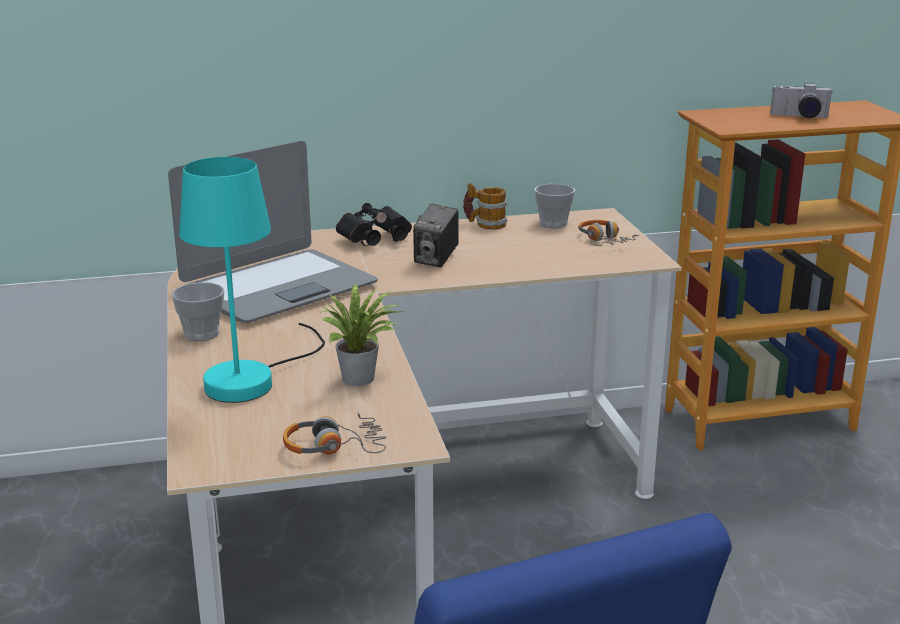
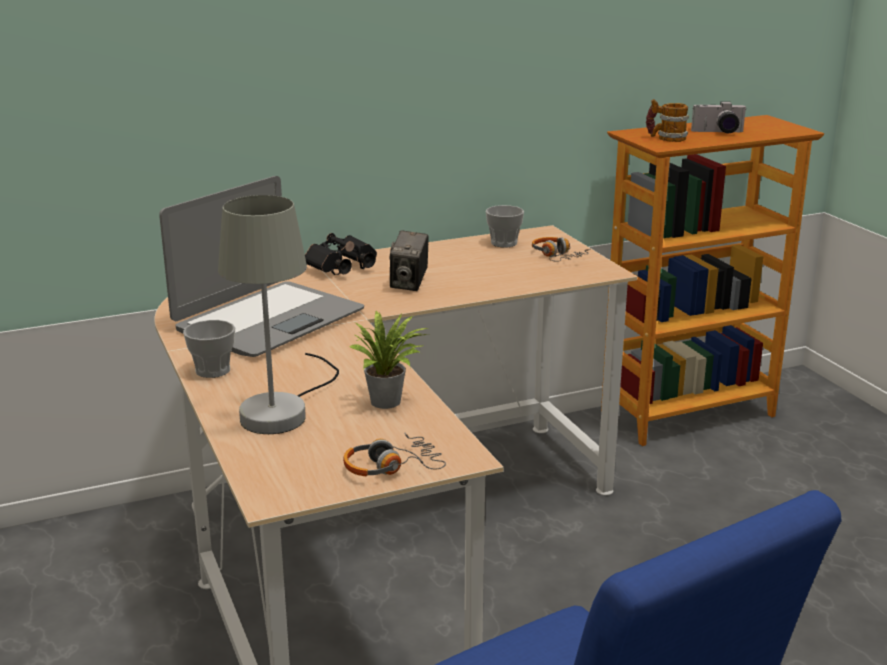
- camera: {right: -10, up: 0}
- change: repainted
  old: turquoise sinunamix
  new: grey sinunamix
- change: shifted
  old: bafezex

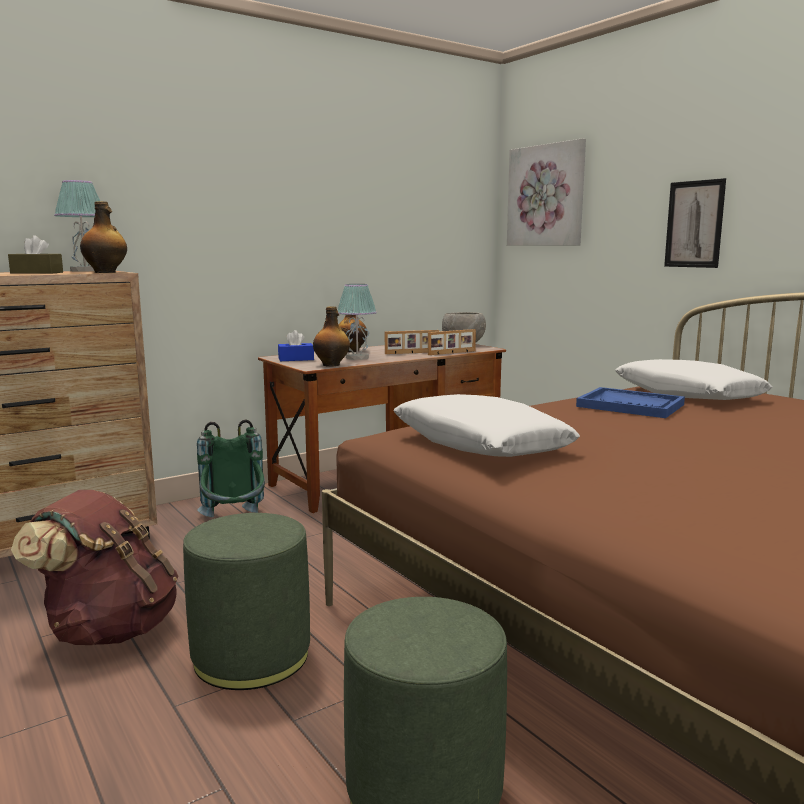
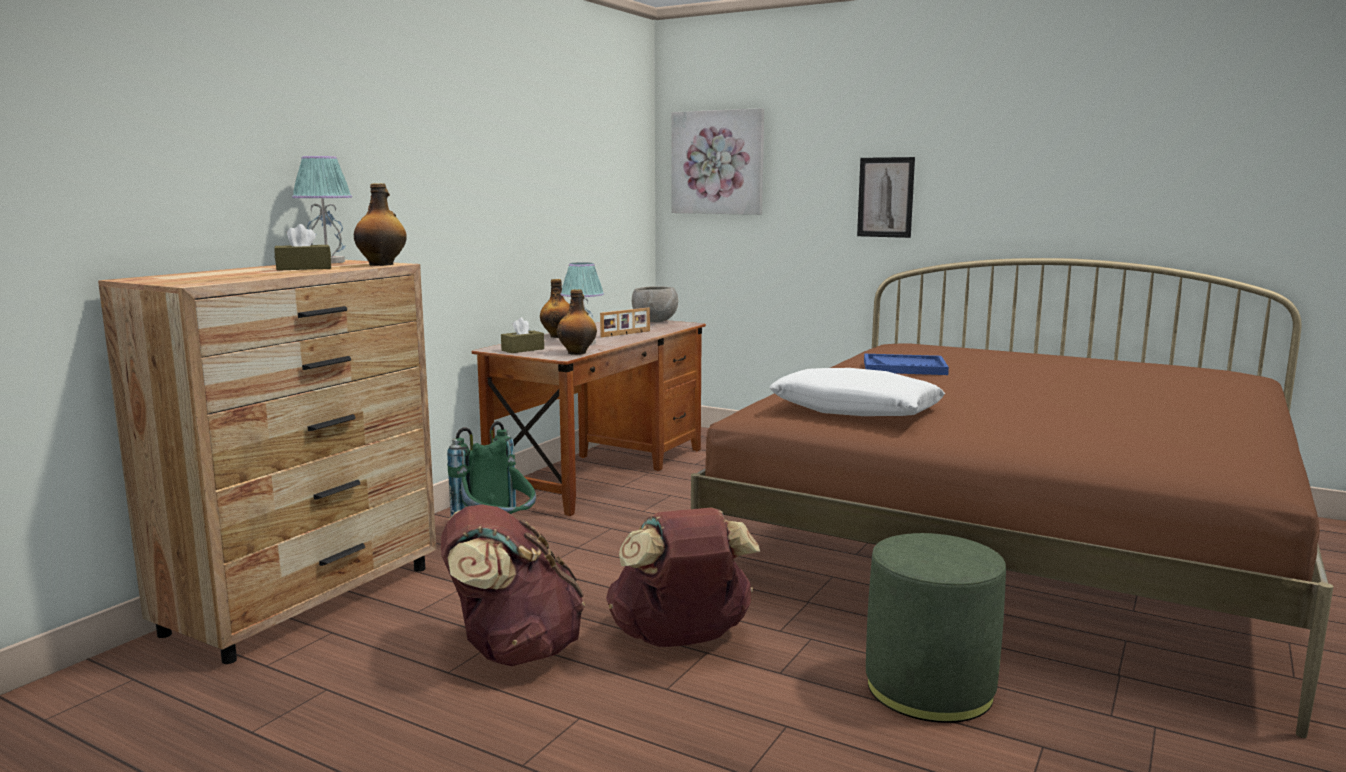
- camera: {right: -25, up: 0}
- change: gone
  old: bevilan (no. 2 from left)
- change: repainted
  old: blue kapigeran
  new: brown kapigeran (no. 2 from left)
- change: gone
  old: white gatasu (no. 2 from left)
- change: swapped
  old: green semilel (no. 1 from left)
  new: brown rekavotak (no. 2 from left)

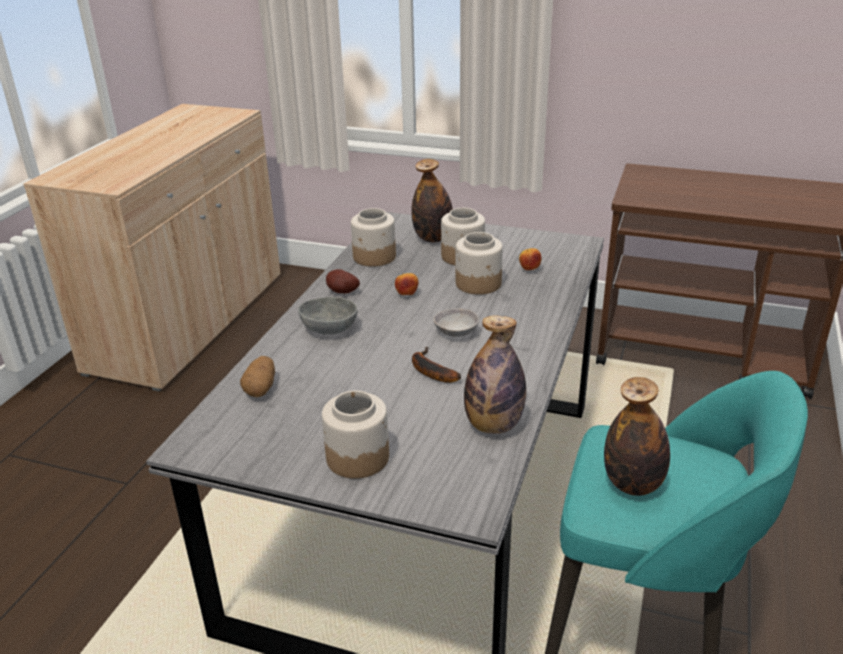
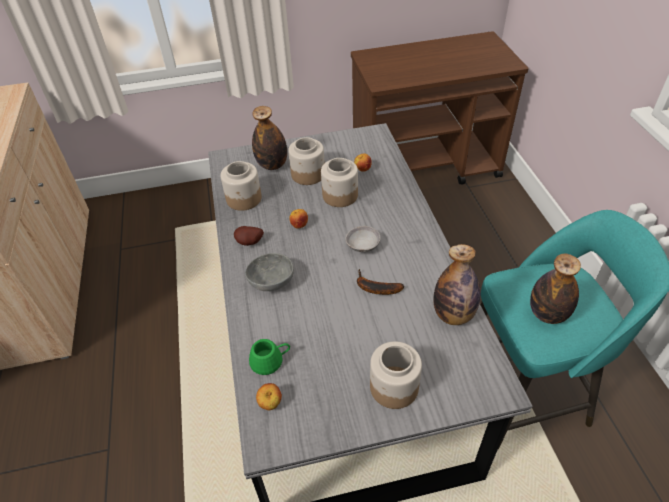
- camera: {right: -30, up: 15}
- change: swapped
  old: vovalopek (no. 1 from left)
  new: green bafezex
- change: new
  new: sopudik (no. 1 from left)

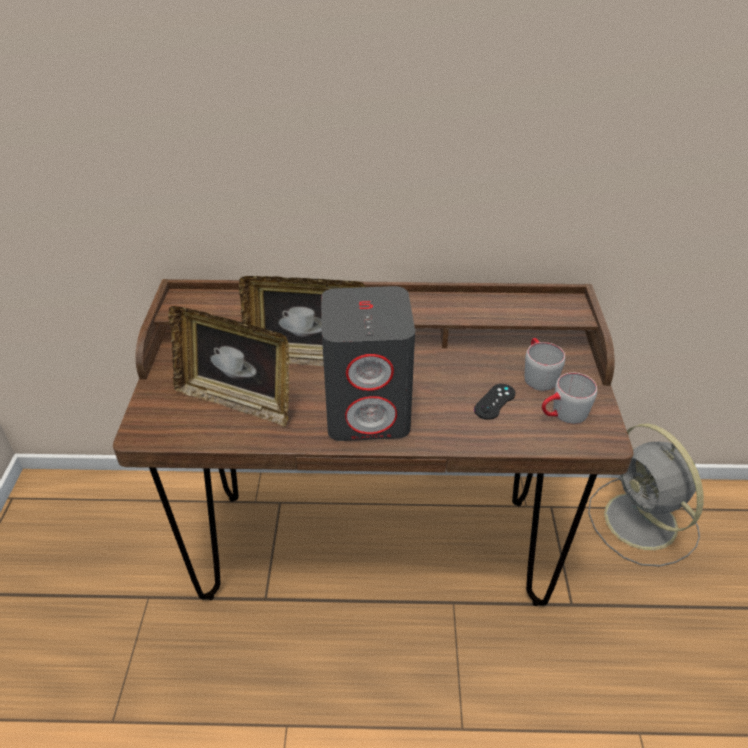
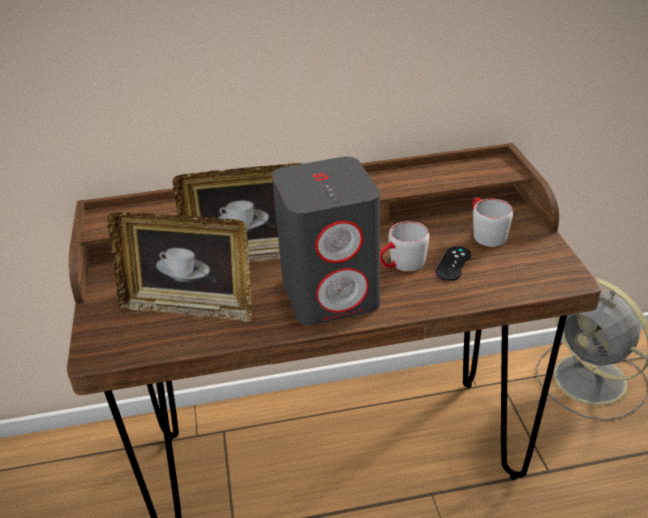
- camera: {right: -10, up: -5}
- change: shifted
  old: grey bafezex (no. 2 from left in the first image)
  new: grey bafezex (no. 1 from left)

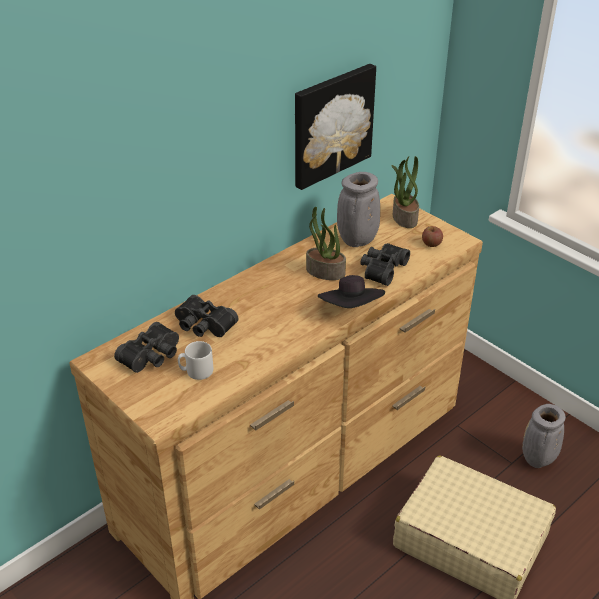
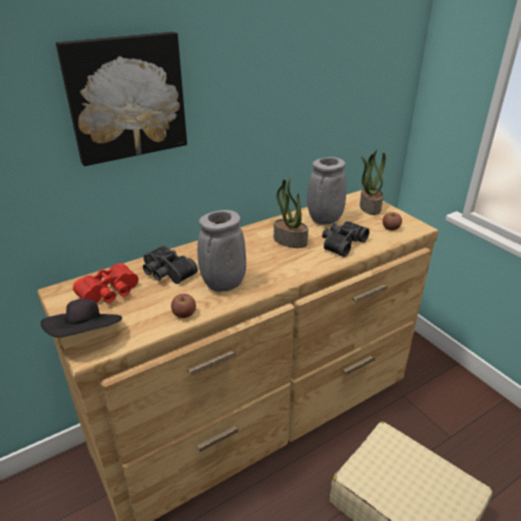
- camera: {right: 10, up: -5}
- change: shifted
  old: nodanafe
- change: shifted
  old: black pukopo
- change: repainted
  old: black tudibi (no. 1 from left)
  new: red tudibi
- change: gone
  old: grey bafezex
- change: shifted
  old: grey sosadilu (no. 2 from left in the first image)
  new: grey sosadilu (no. 1 from left)
- change: new
  new: sopudik (no. 1 from left)

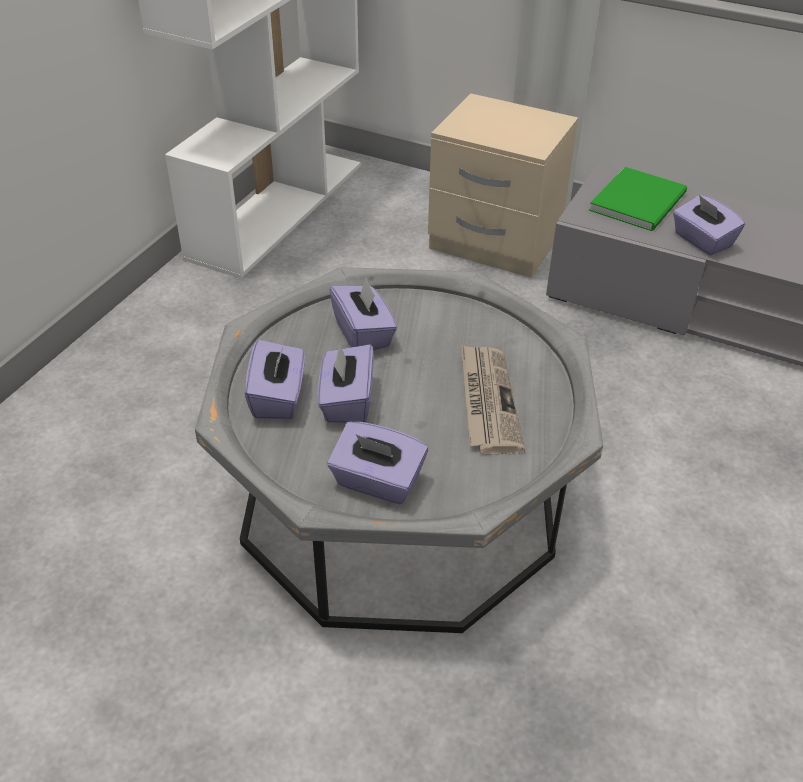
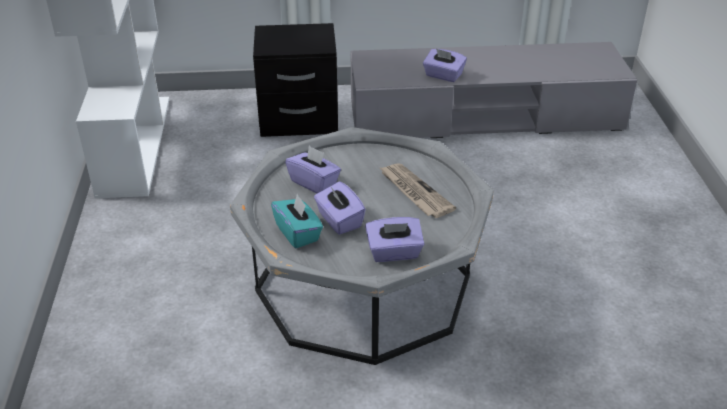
- camera: {right: -30, up: -5}
- change: repainted
  old: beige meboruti
  new: black meboruti
- change: gone
  old: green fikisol
- change: repainted
  old: purple kapigeran (no. 1 from left)
  new: turquoise kapigeran

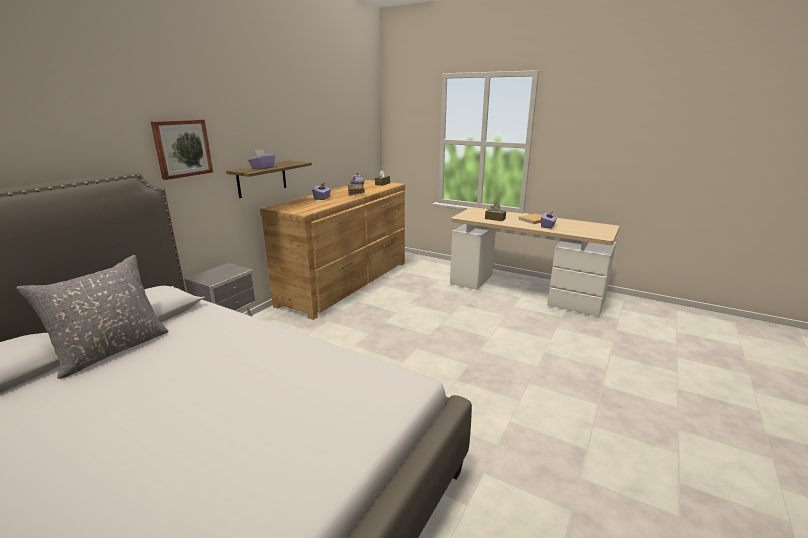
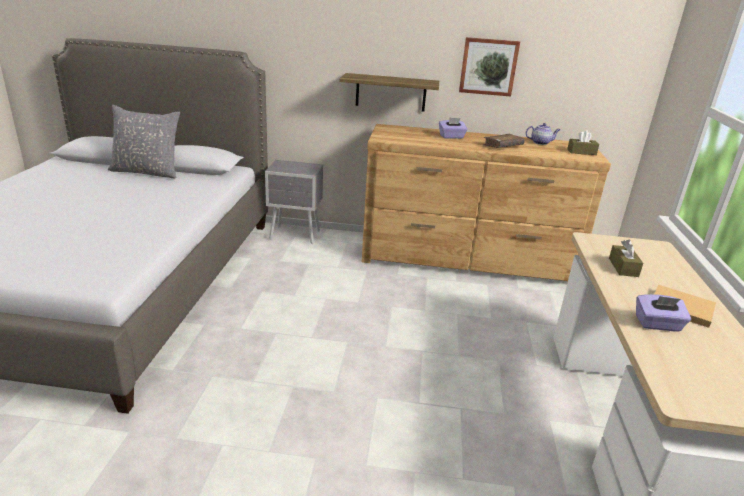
- camera: {right: 65, up: 5}
- change: shifted
  old: nodanafe
- change: gone
  old: purple kapigeran (no. 1 from left)

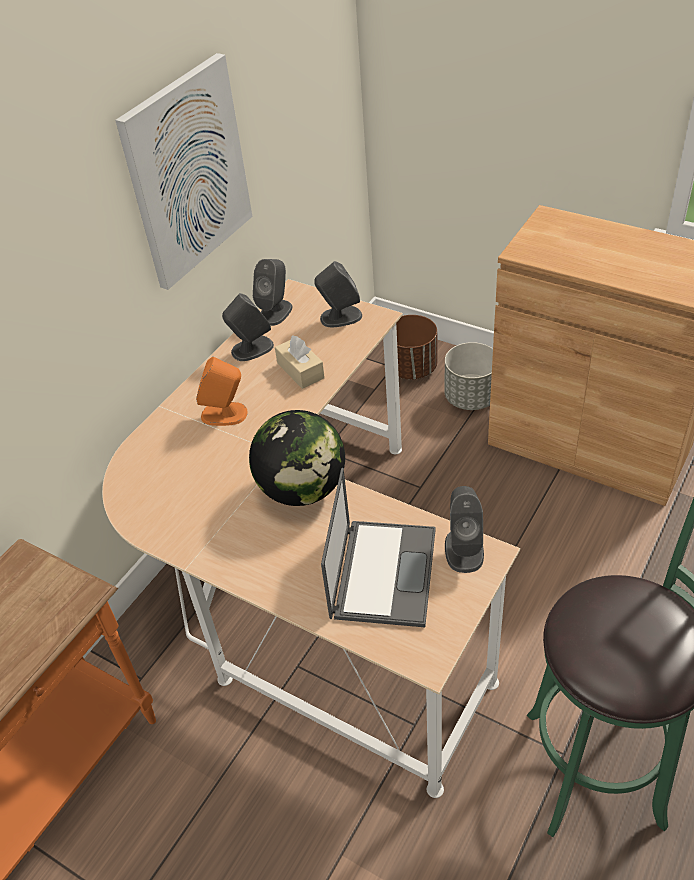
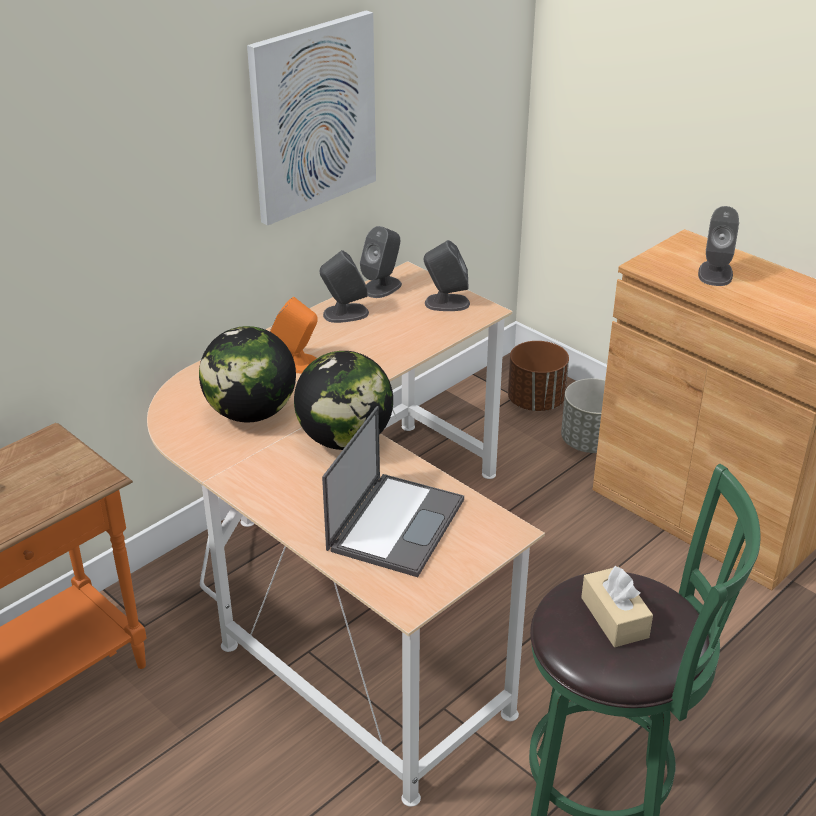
- camera: {right: 10, up: -10}
- change: shifted
  old: beige kapigeran
- change: shifted
  old: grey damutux (no. 4 from left)
- change: new
  new: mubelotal (no. 1 from left)

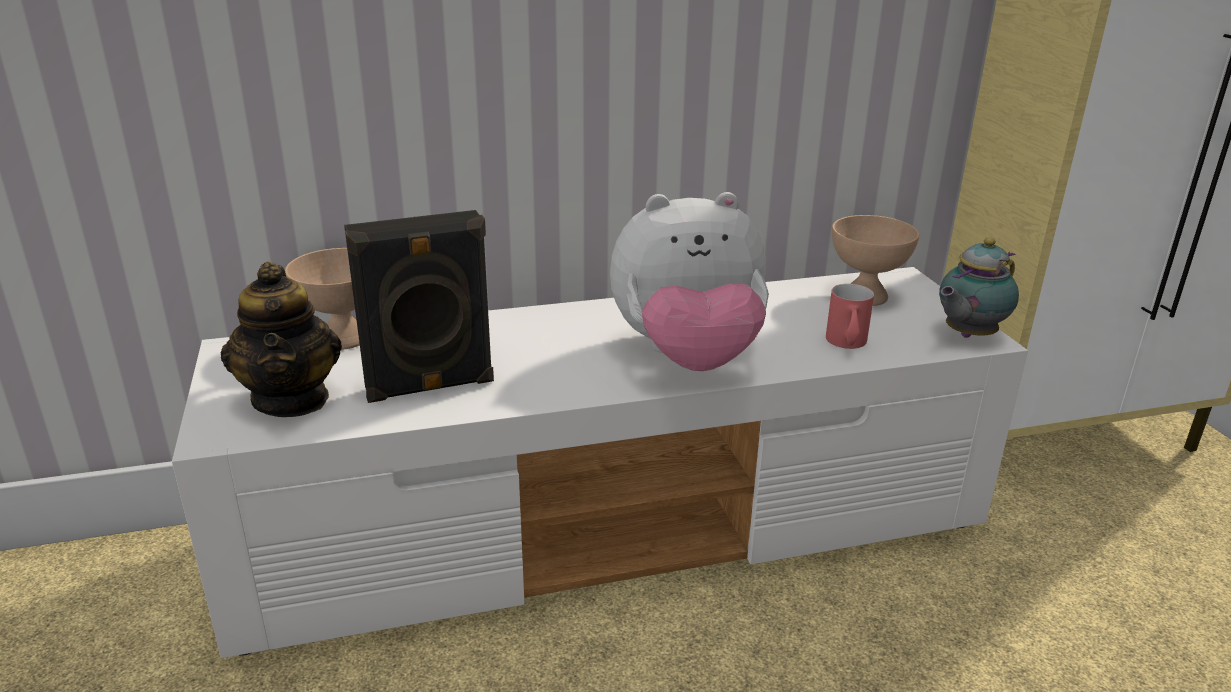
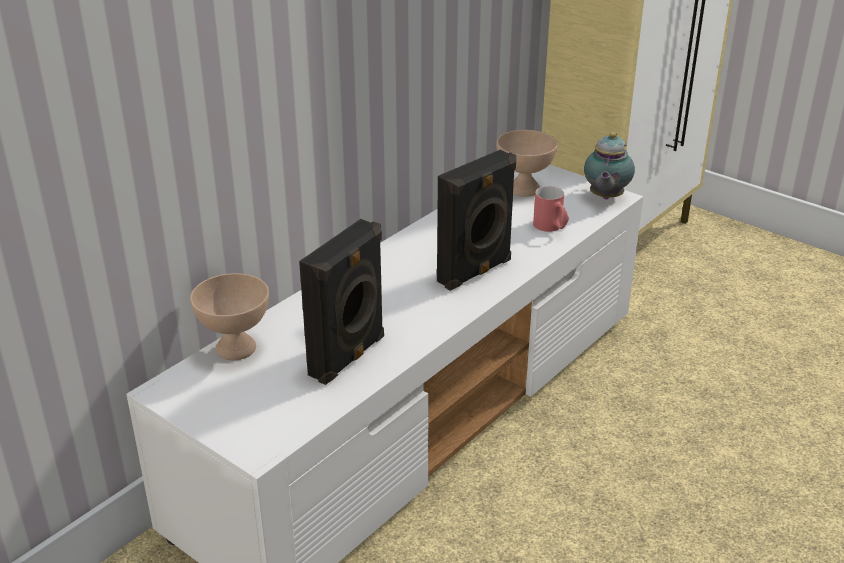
- camera: {right: -35, up: 5}
- change: swapped
  old: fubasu
  new: black damutux (no. 2 from left)
- change: gone
  old: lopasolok (no. 1 from left)

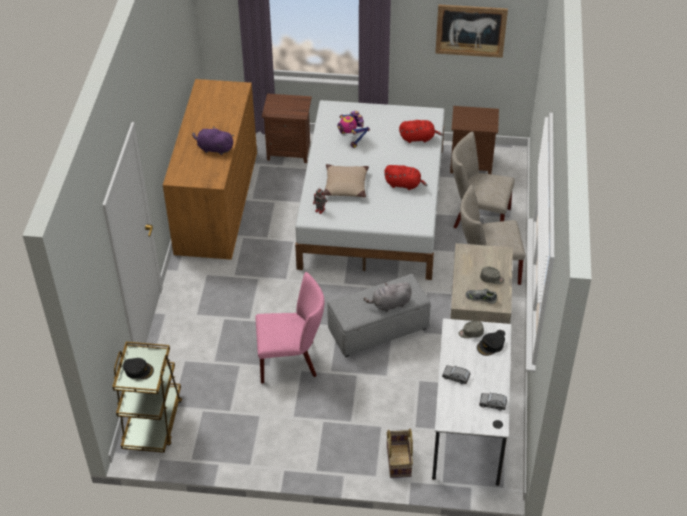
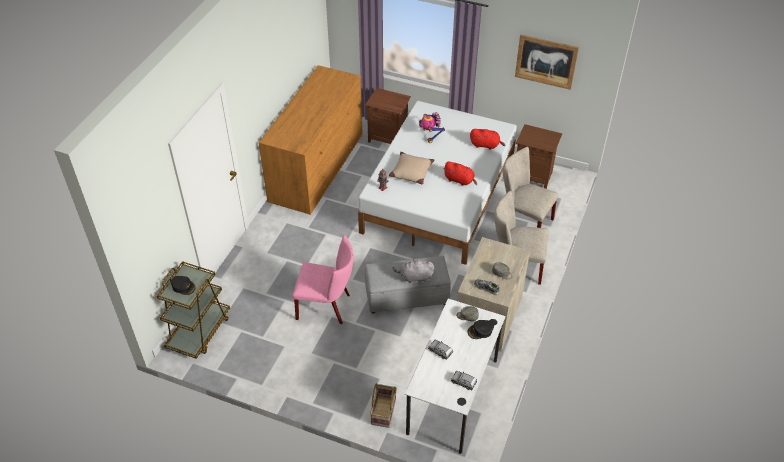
- camera: {right: 15, up: 0}
- change: gone
  old: purple fubasu

